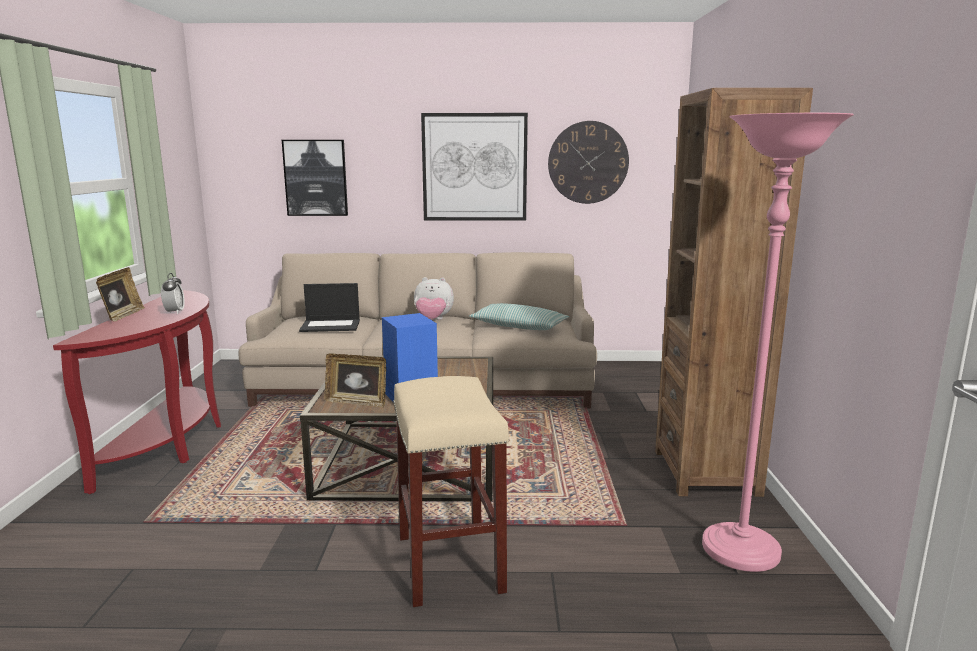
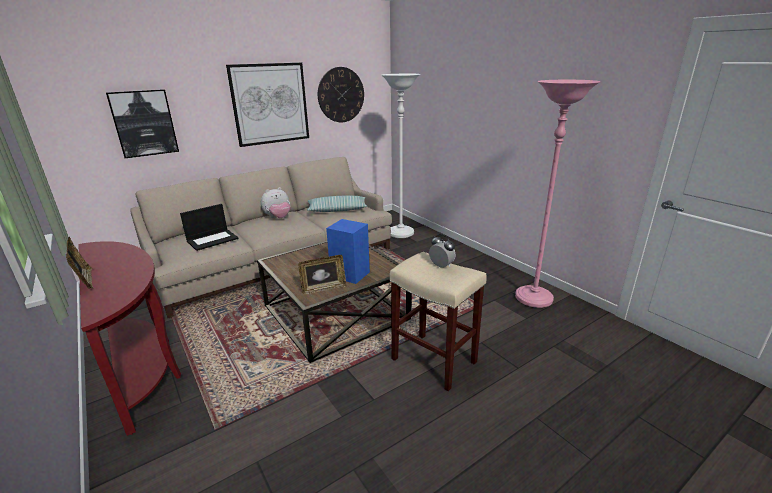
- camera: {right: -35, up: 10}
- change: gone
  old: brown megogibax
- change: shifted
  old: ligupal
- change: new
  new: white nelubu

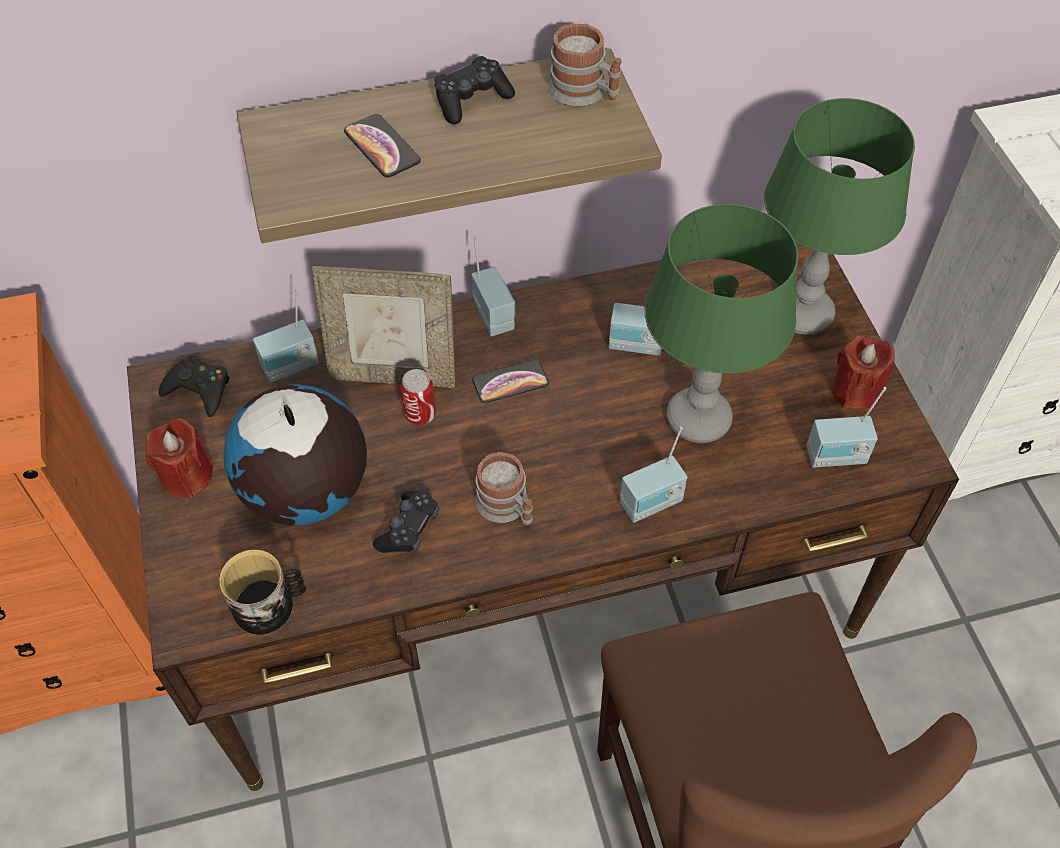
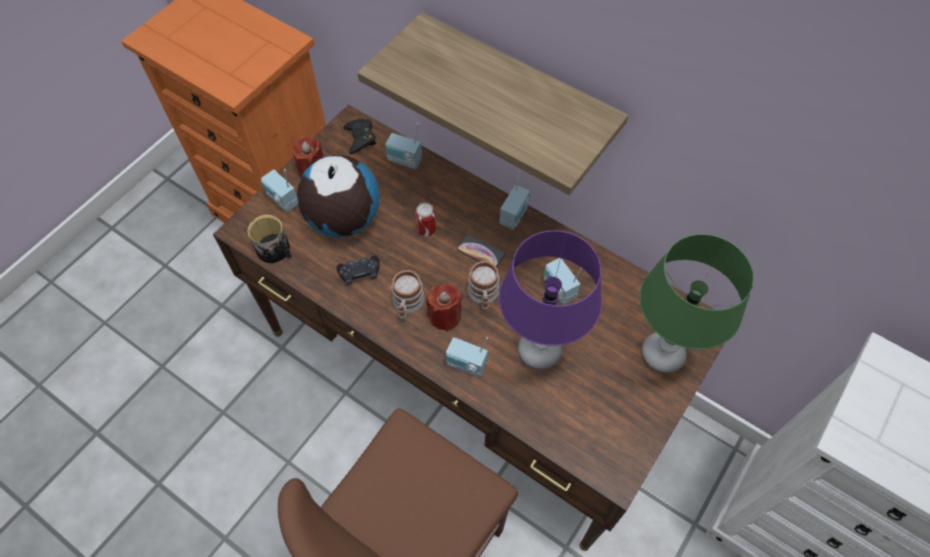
- camera: {right: 50, up: 5}
- change: shifted
  old: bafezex (no. 3 from left)
- change: gone
  old: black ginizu (no. 3 from left)
- change: gone
  old: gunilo (no. 1 from left)
- change: repainted
  old: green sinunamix (no. 1 from left)
  new: purple sinunamix
- change: gone
  old: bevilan
- change: shifted
  old: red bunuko (no. 2 from left)
- change: shifted
  old: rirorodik (no. 5 from left in the first image)
  new: rirorodik (no. 1 from left)

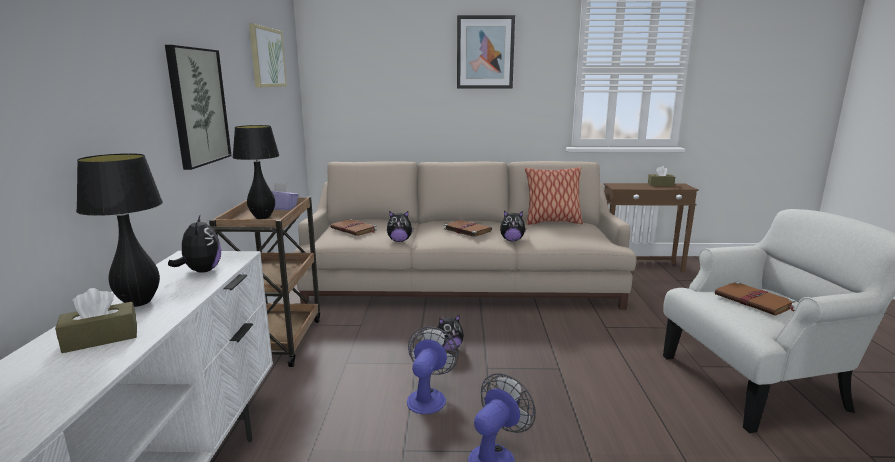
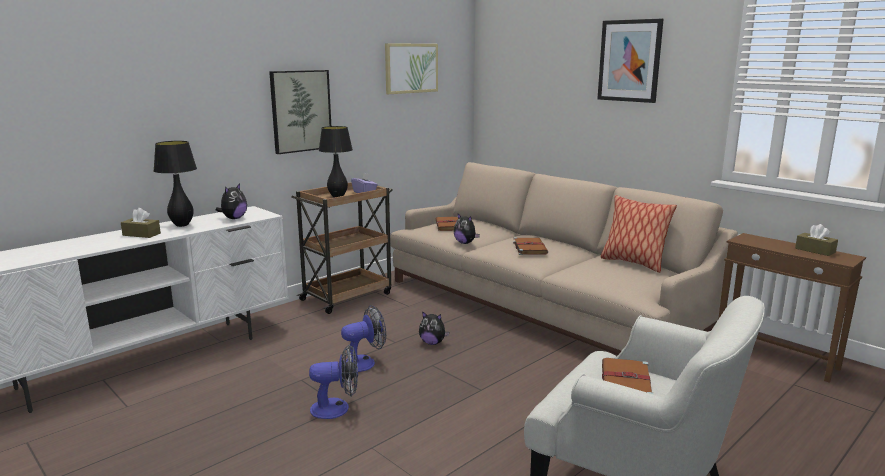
- camera: {right: 45, up: 0}
- change: gone
  old: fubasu (no. 4 from left)

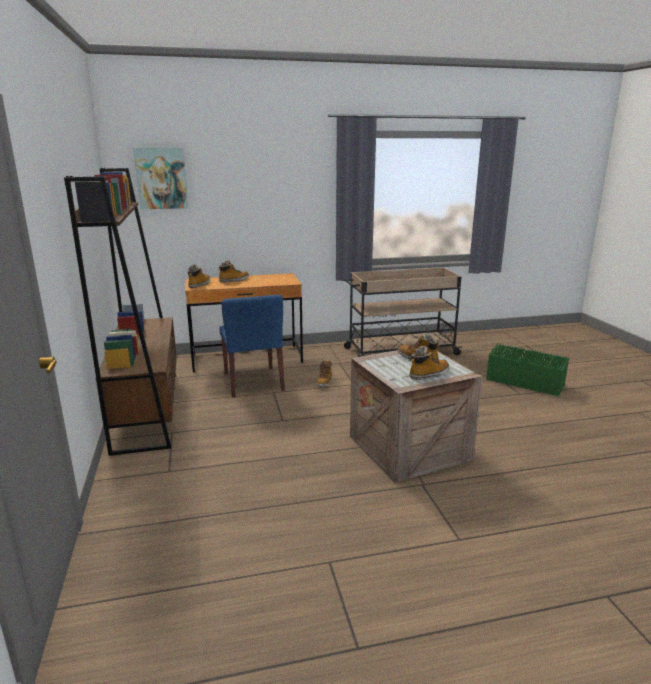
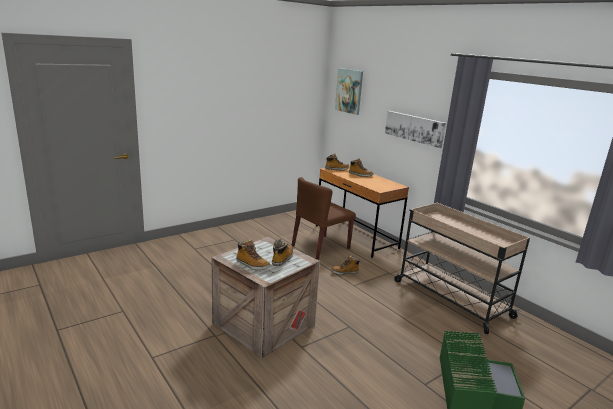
- camera: {right: 65, up: 0}
- change: gone
  old: brown megogibax
- change: repainted
  old: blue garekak
  new: brown garekak
- change: new
  new: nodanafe (no. 2 from left)

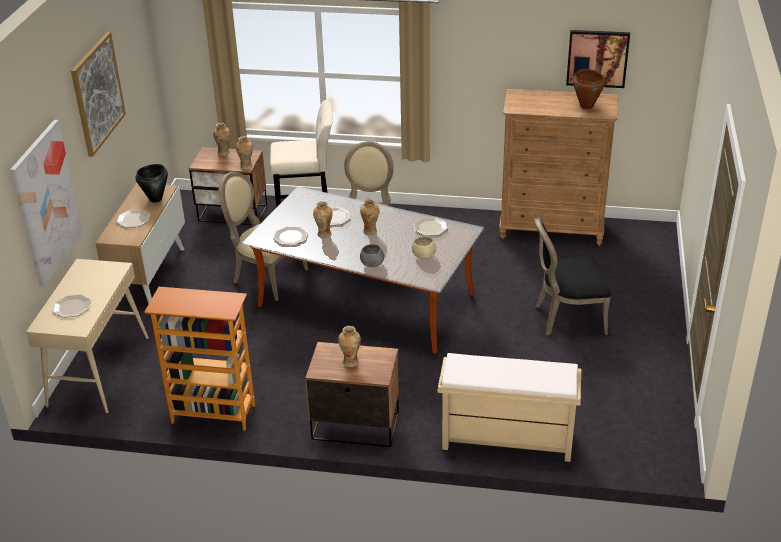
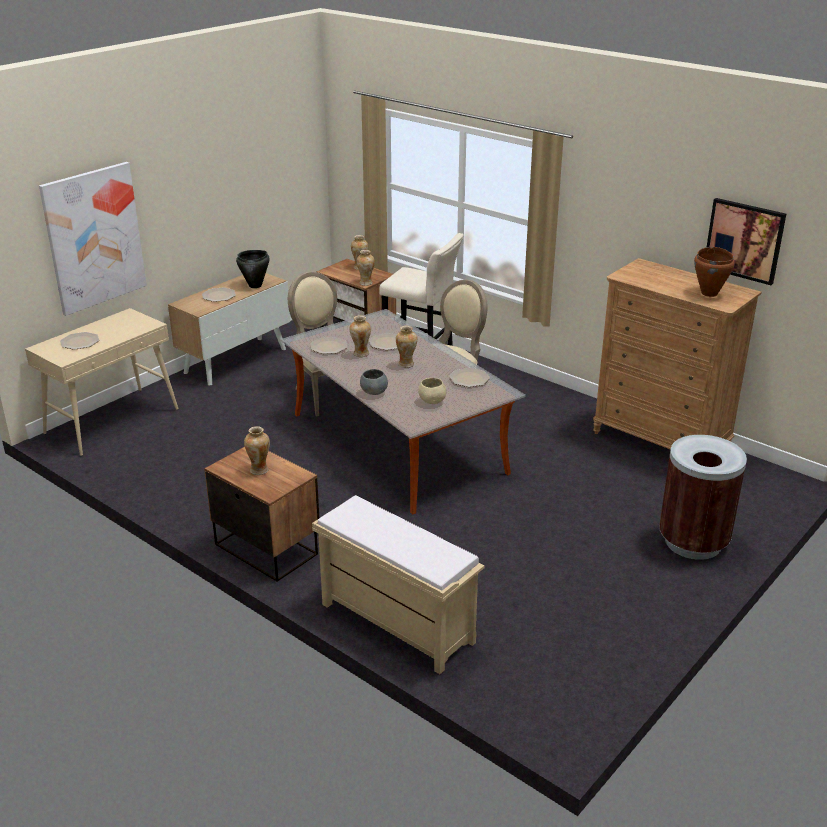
- camera: {right: 30, up: -5}
- change: gone
  old: nodanafe (no. 2 from left)
- change: gone
  old: black garekak
- change: gone
  old: megogibax
- change: new
  new: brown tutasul

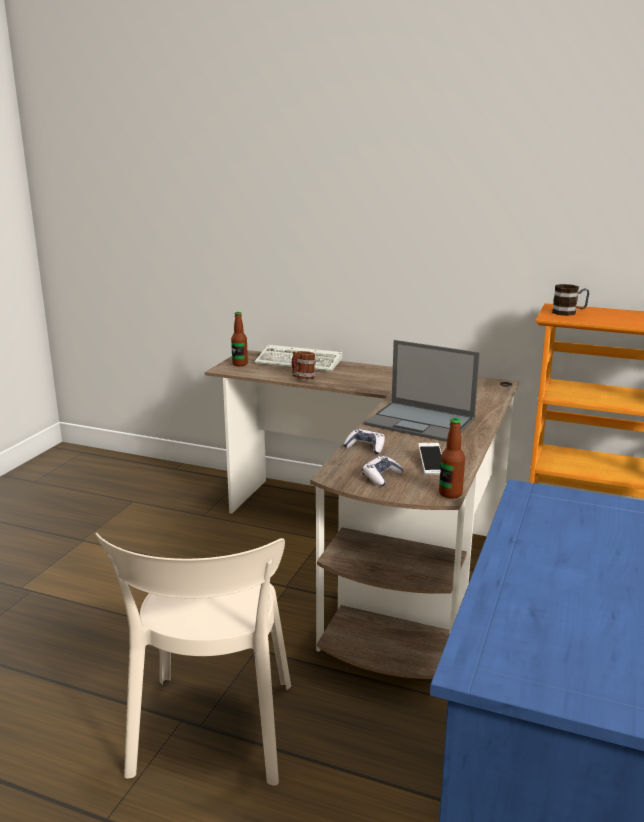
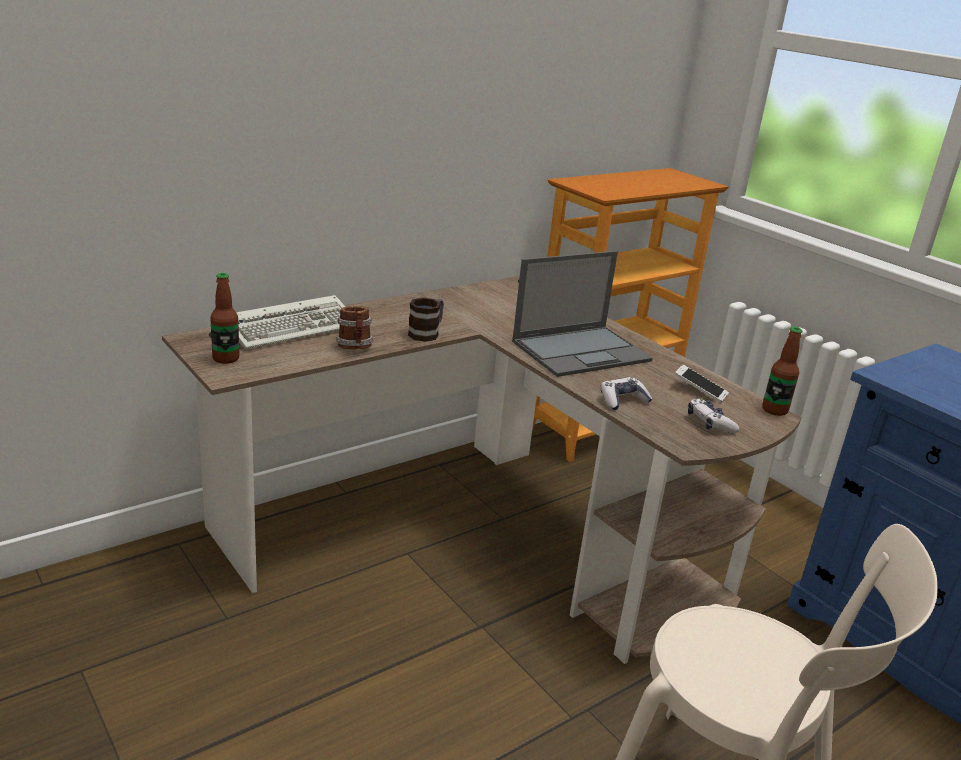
- camera: {right: -60, up: 5}
- change: shifted
  old: bafezex (no. 2 from left)

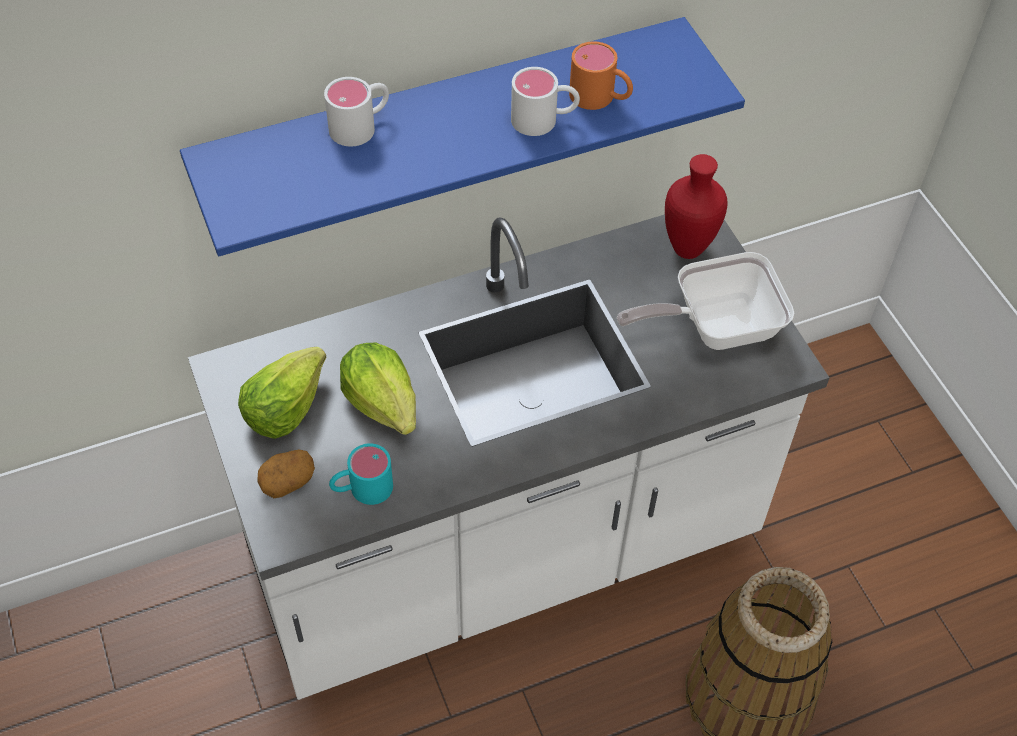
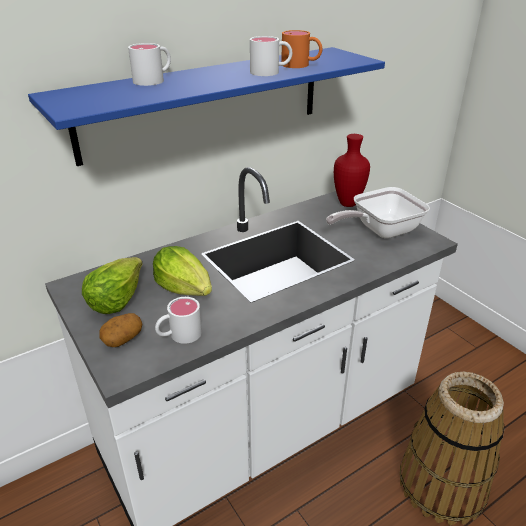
- camera: {right: -10, up: -20}
- change: repainted
  old: turquoise bafezex
  new: white bafezex (no. 2 from left)

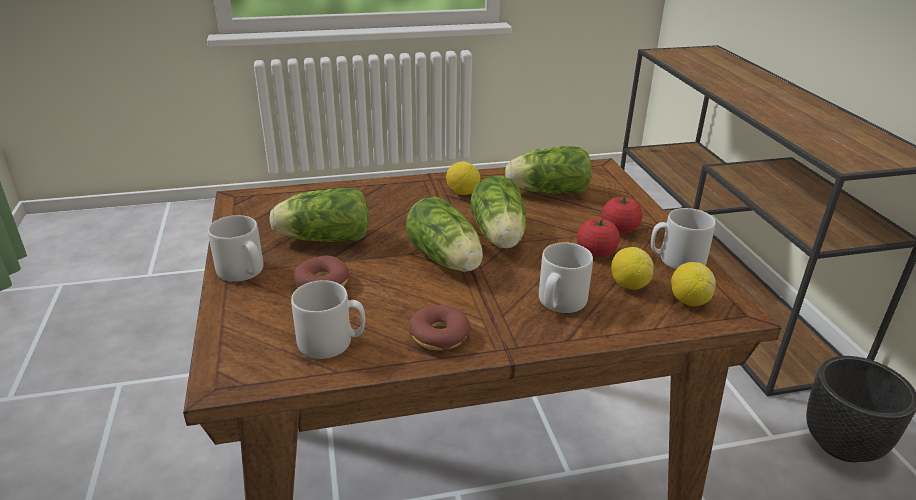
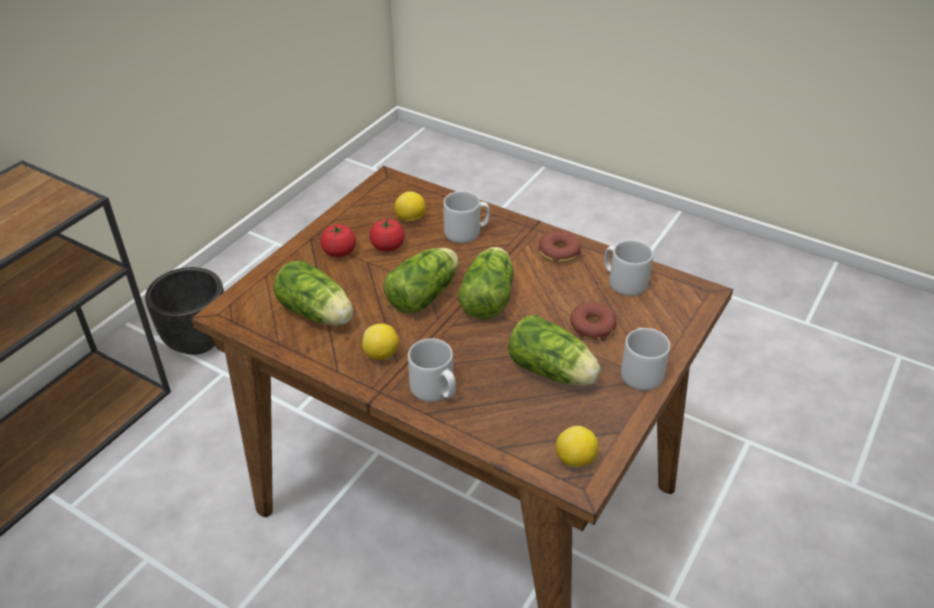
- camera: {right: -135, up: 10}
- change: shifted
  old: grey bafezex (no. 4 from left in the first image)
  new: grey bafezex (no. 1 from left)
- change: shifted
  old: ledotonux (no. 3 from left)

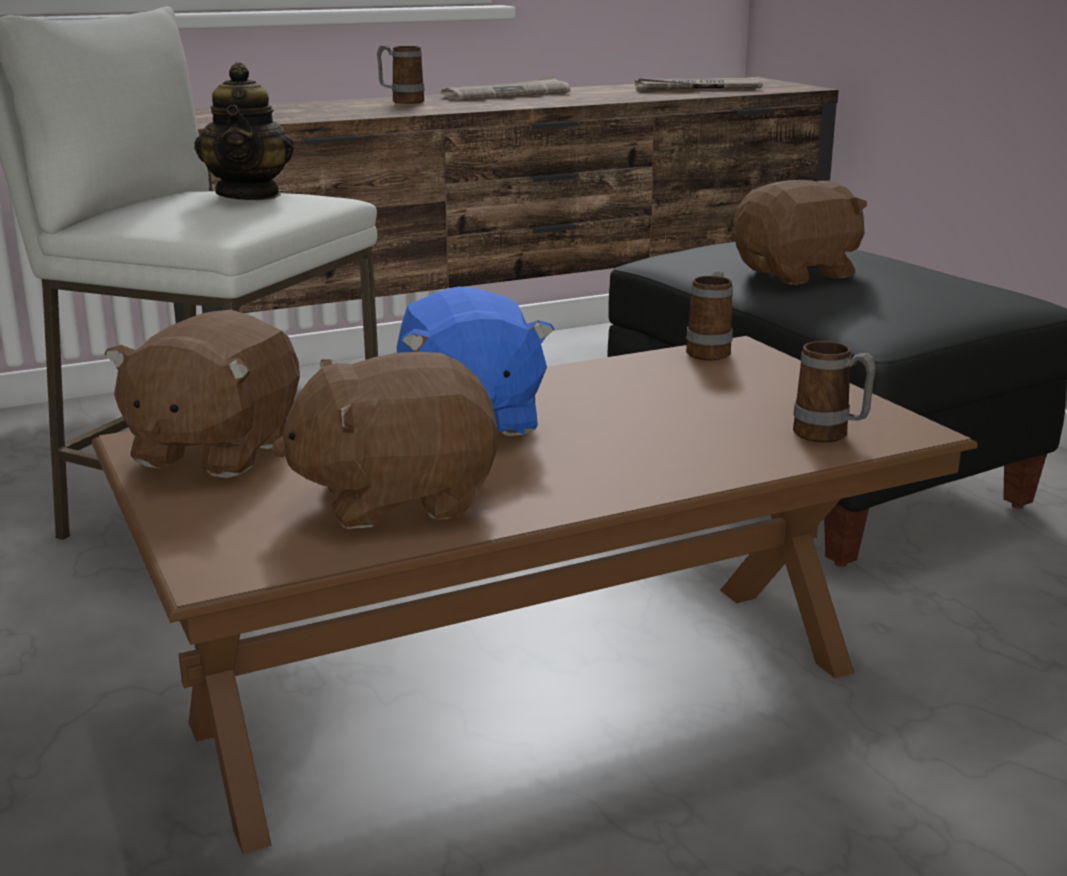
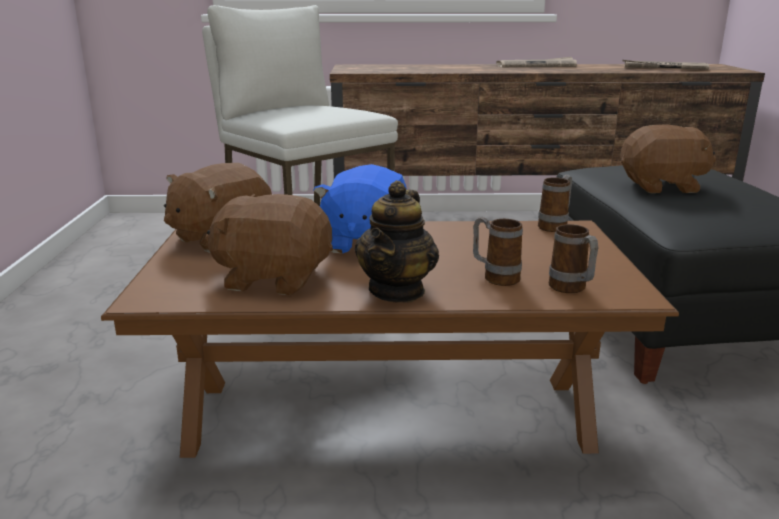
- camera: {right: 25, up: 0}
- change: shifted
  old: bafezex (no. 1 from left)
- change: shifted
  old: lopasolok

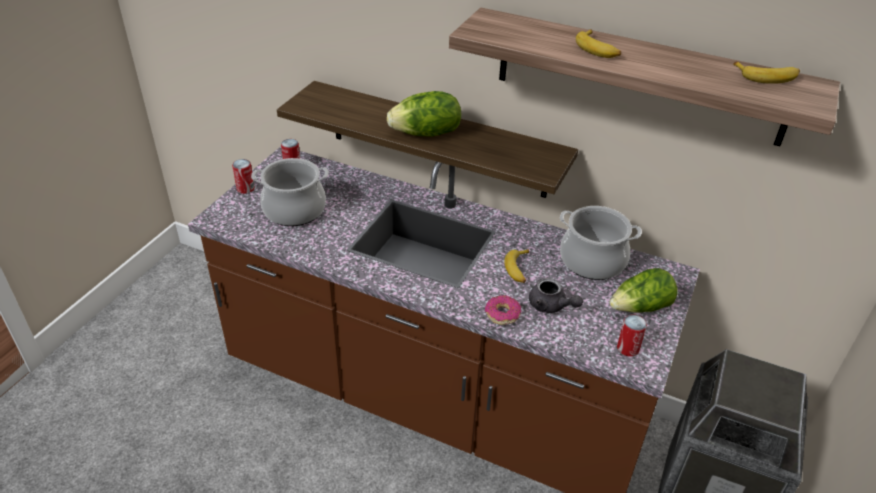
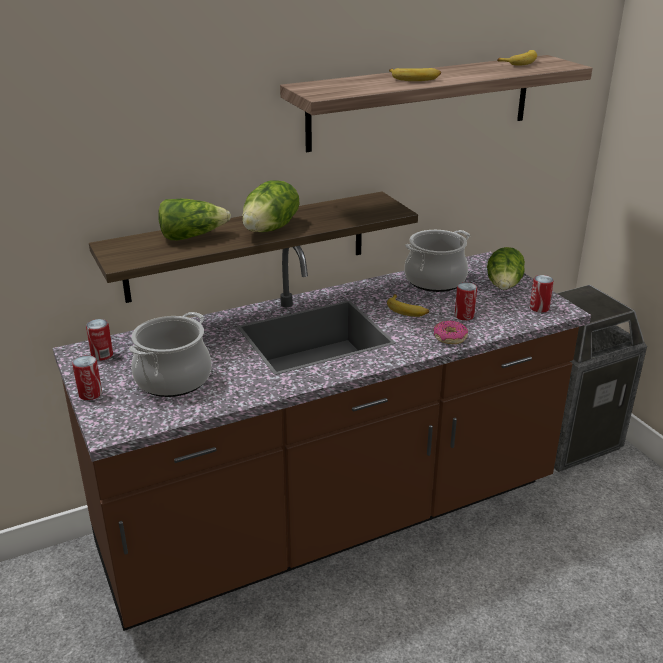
- camera: {right: -50, up: -10}
- change: swapped
  old: grey lopasolok
  new: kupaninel (no. 3 from left)
- change: new
  new: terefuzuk (no. 1 from left)

